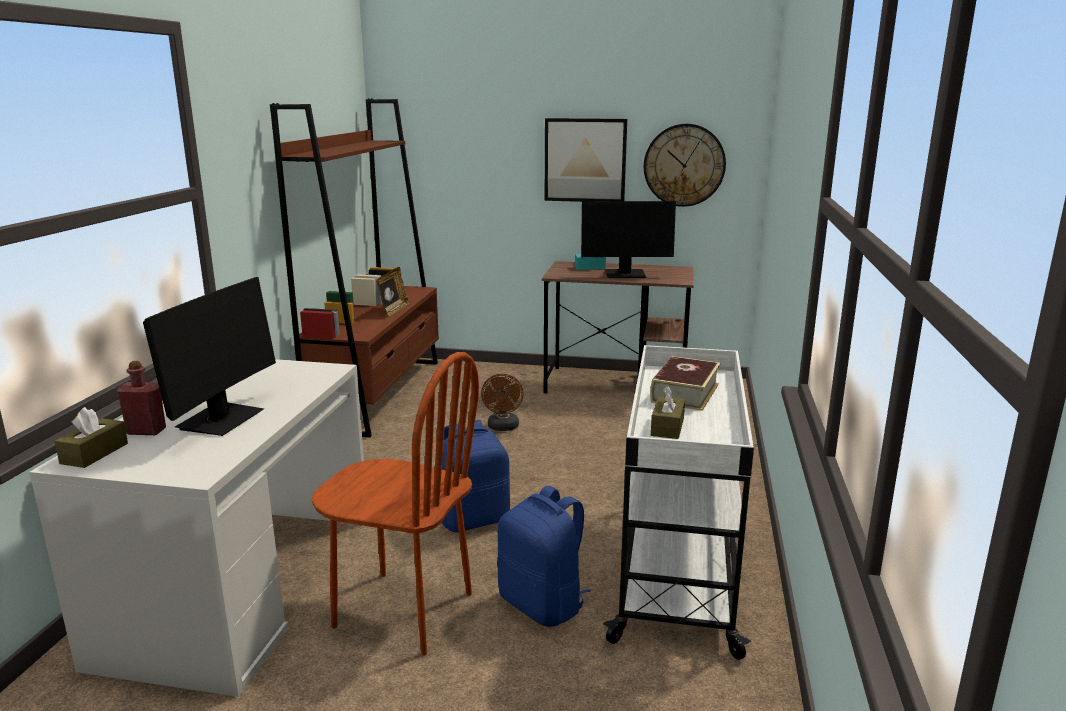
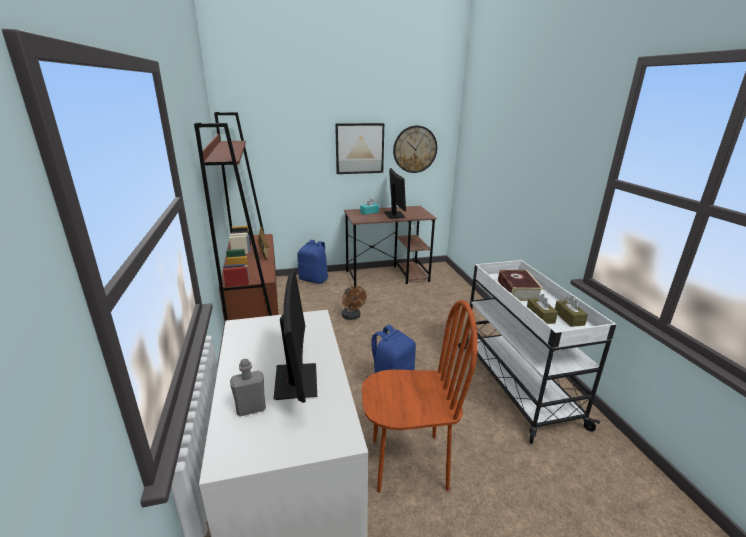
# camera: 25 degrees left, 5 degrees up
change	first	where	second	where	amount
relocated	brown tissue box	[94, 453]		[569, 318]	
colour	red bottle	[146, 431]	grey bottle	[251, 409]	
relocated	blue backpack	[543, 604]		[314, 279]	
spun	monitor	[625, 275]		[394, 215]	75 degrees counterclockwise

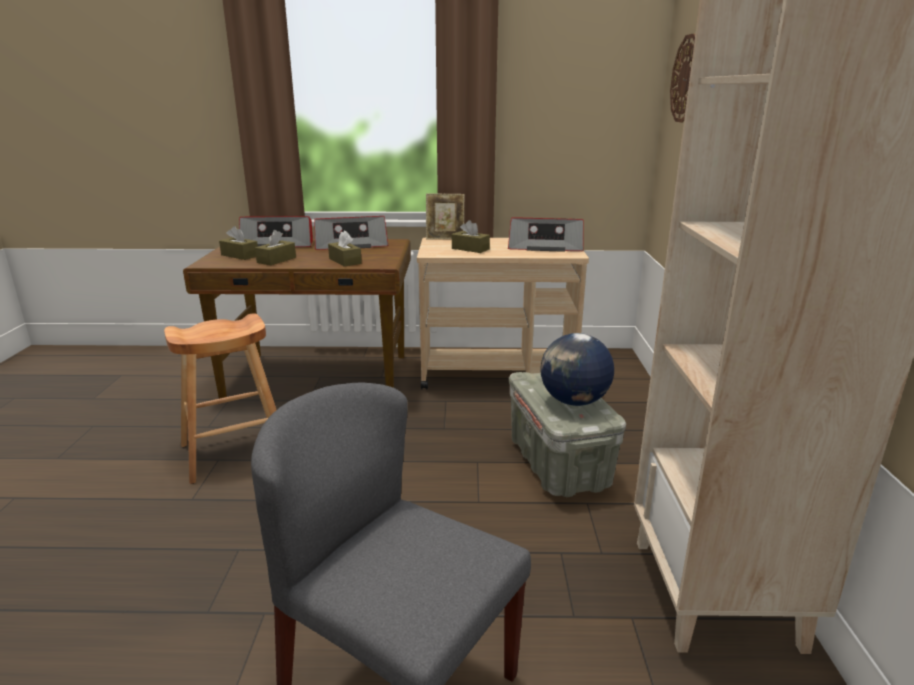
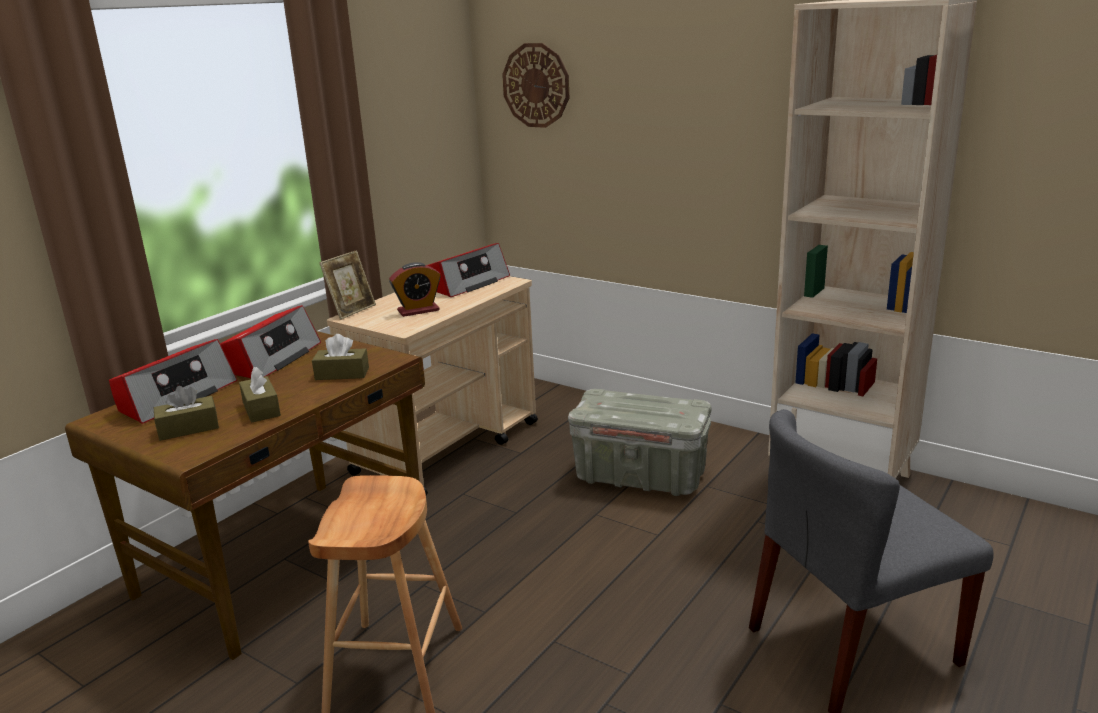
# camera: 55 degrees left, 0 degrees up
change	first	where	second	where	amount
exchanged	brown tissue box	[470, 249]	alarm clock	[418, 310]	
missing	globe	[574, 401]			

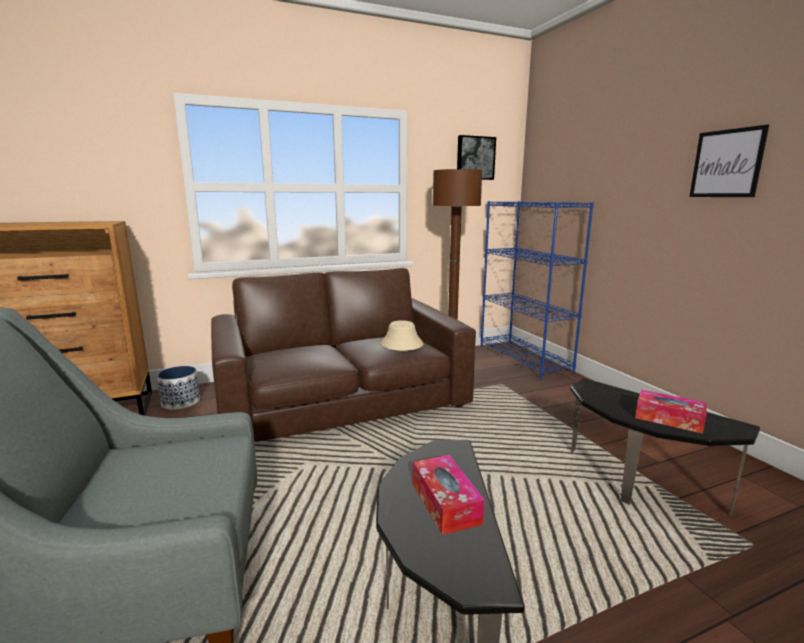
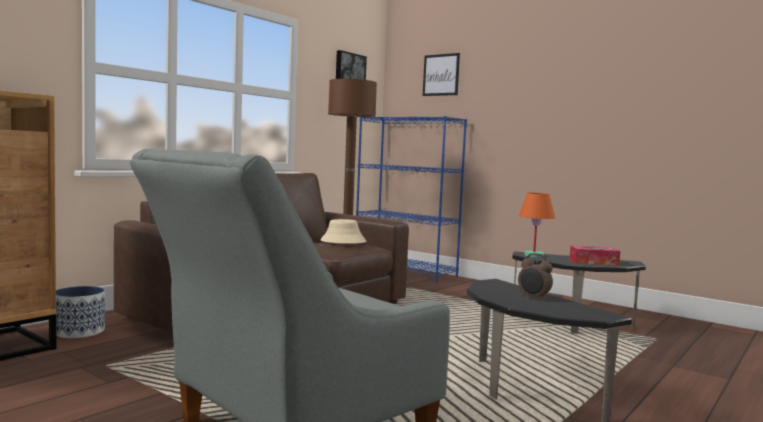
# camera: 30 degrees left, 10 degrees down
change	first	where	second	where	amount
exchanged	tissue box	[445, 503]	alarm clock	[533, 298]	
relocated	picture	[726, 163]		[441, 75]	
appeared			orange table lamp	[534, 255]	

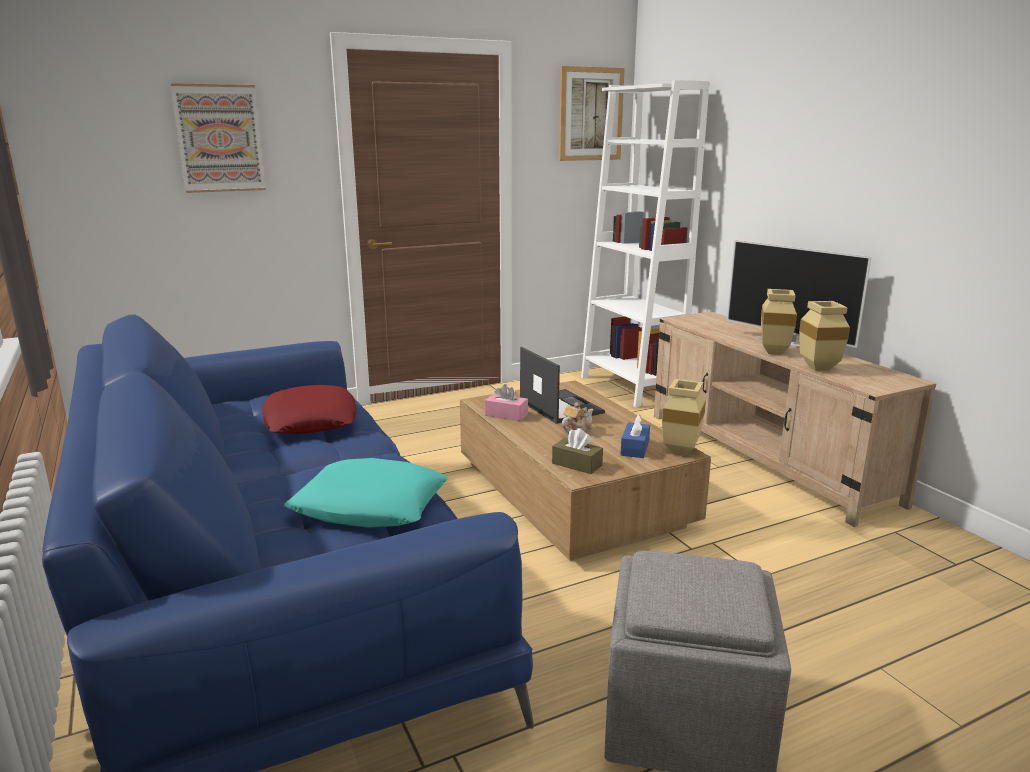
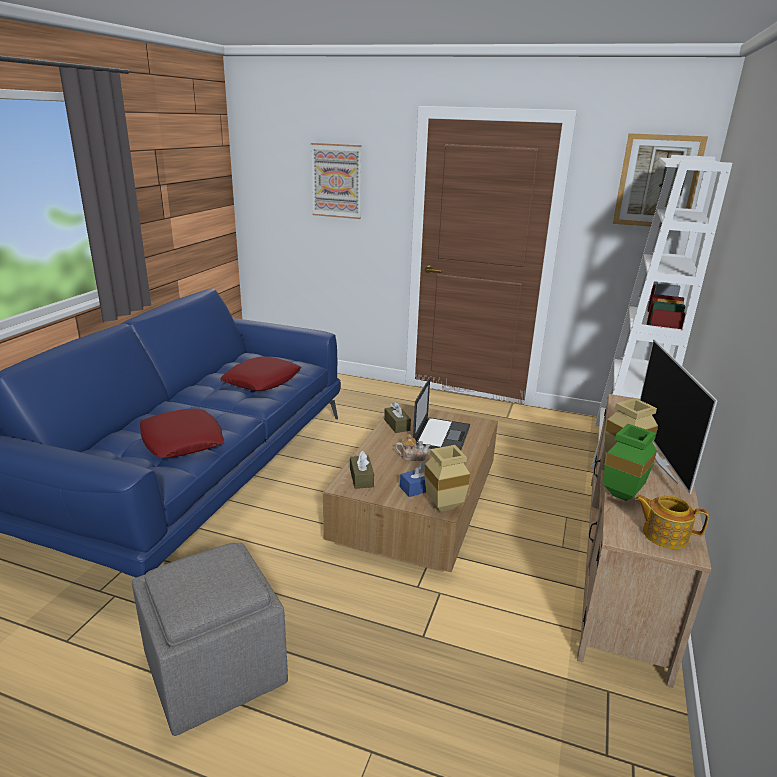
# camera: 45 degrees right, 5 degrees up
change	first	where	second	where	amount
colour	turquoise pillow	[369, 505]	red pillow	[181, 440]	
colour	pink tissue box	[506, 415]	brown tissue box	[397, 425]	
colour	beige vase	[820, 369]	green vase	[622, 496]	
appeared			teapot	[664, 535]	

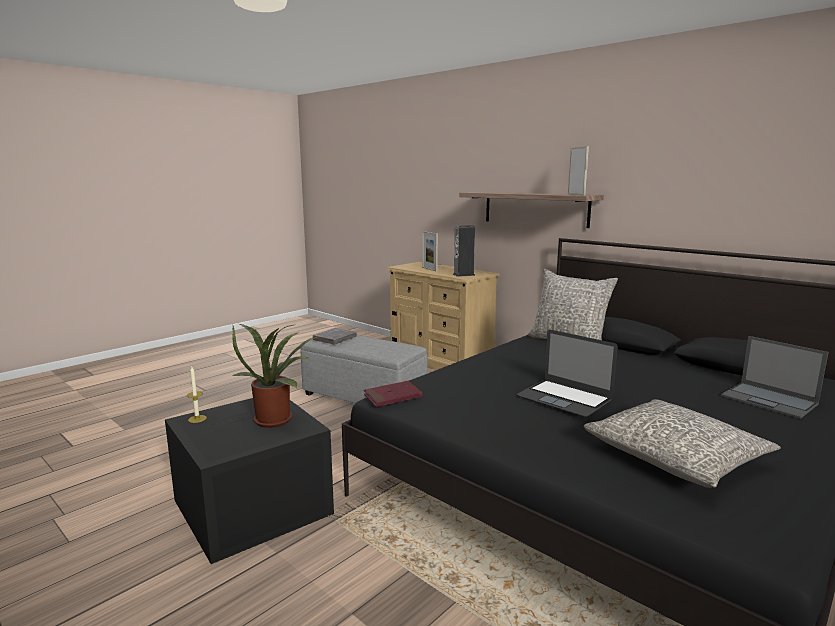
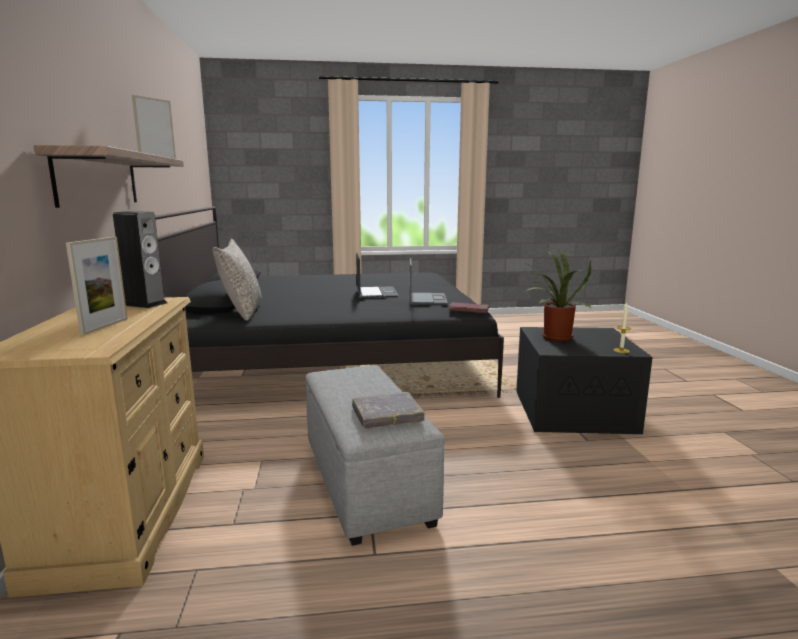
# camera: 140 degrees left, 0 degrees up
change	first	where	second	where	amount
missing	grey pillow	[676, 457]			
relocated	laptop	[770, 400]		[427, 299]	

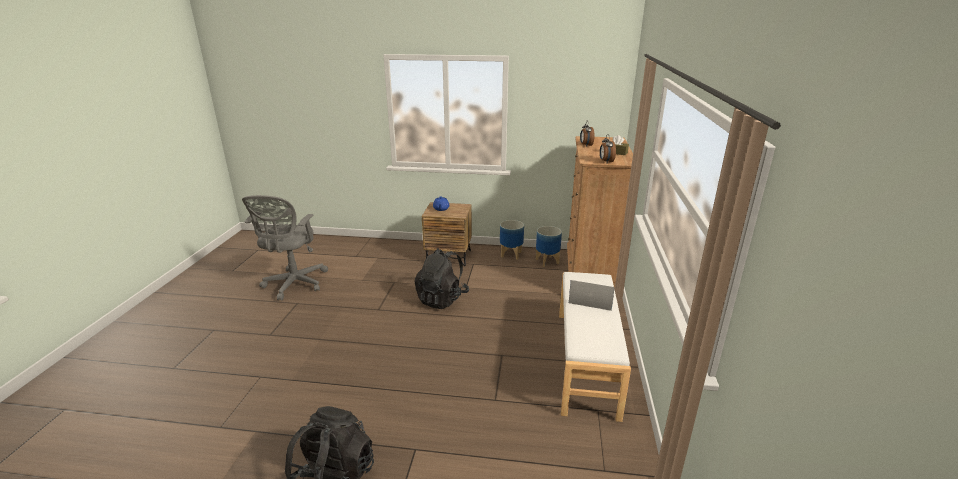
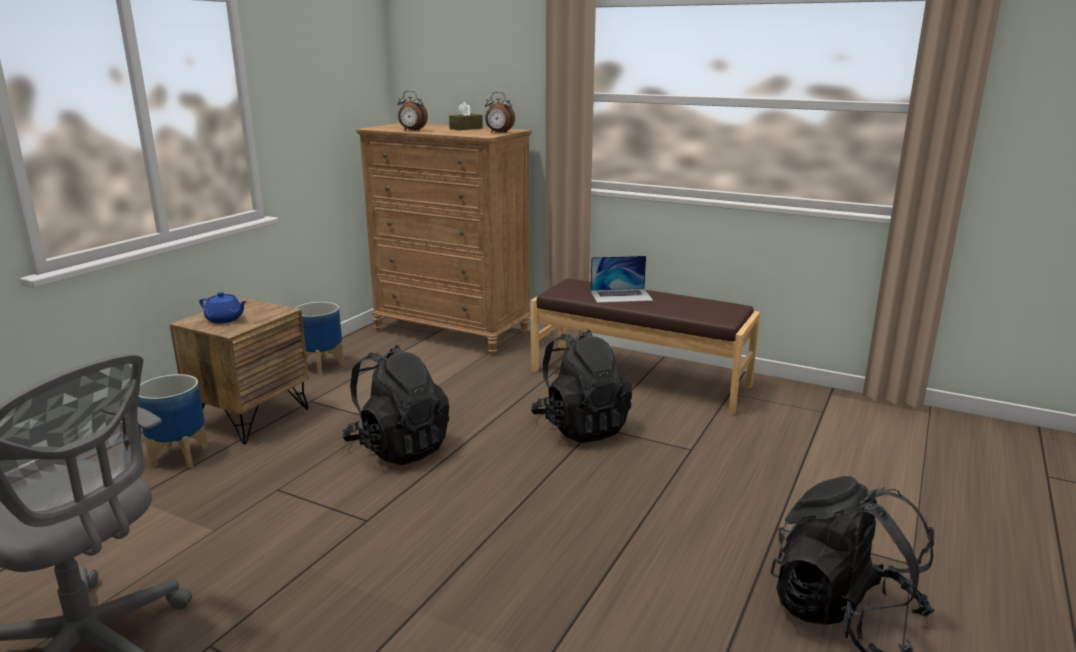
# camera: 70 degrees left, 5 degrees down
change	first	where	second	where	amount
relocated	planter	[547, 261]		[178, 457]	
colour	white bench	[587, 361]	brown bench	[639, 378]	
spun	laptop	[591, 299]		[621, 295]	135 degrees counterclockwise
appeared			black backpack	[581, 427]	

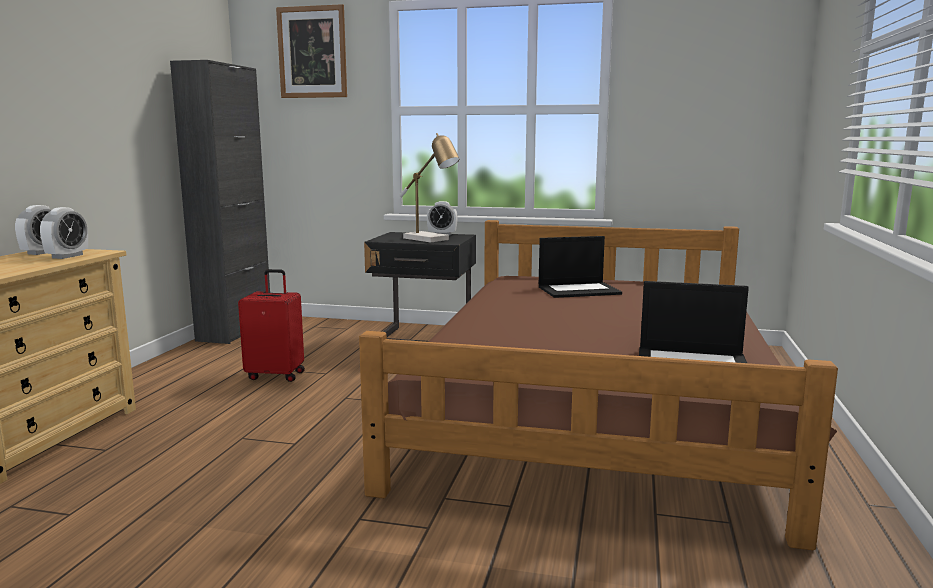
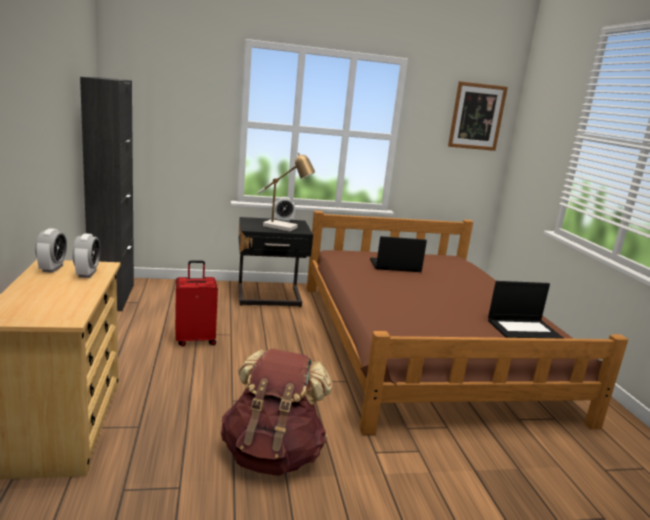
# camera: 25 degrees left, 5 degrees up
change	first	where	second	where	amount
relocated	picture	[312, 52]		[477, 116]	
spun	laptop	[579, 290]		[394, 266]	150 degrees counterclockwise
appeared			brown backpack	[273, 454]	

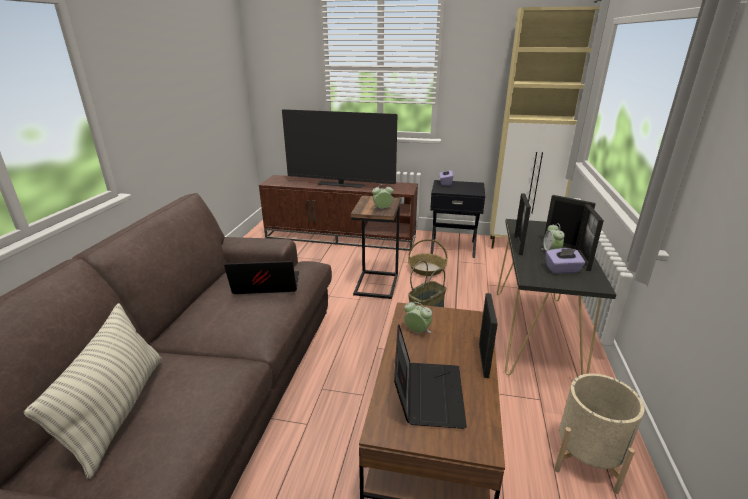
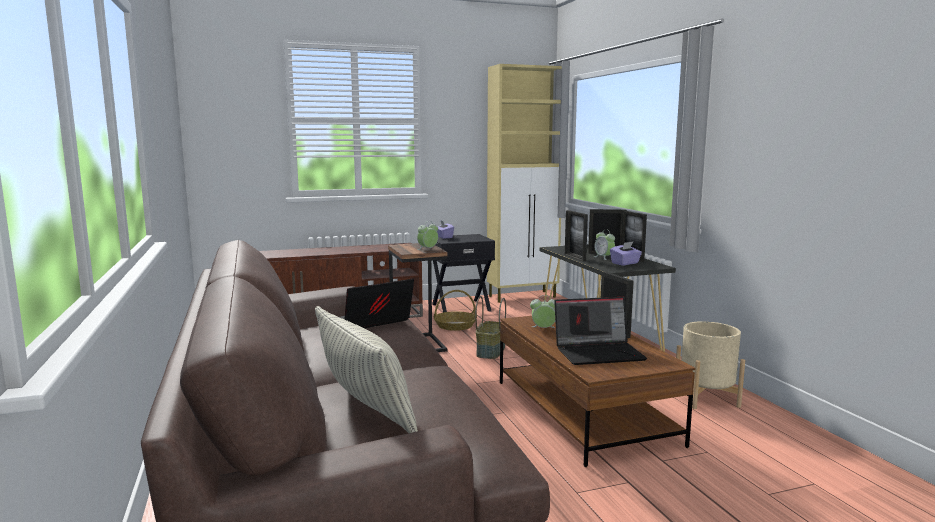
# camera: 30 degrees left, 15 degrees down
change	first	where	second	where	amount
missing	television	[340, 185]			
spun	laptop	[427, 393]		[599, 352]	105 degrees clockwise

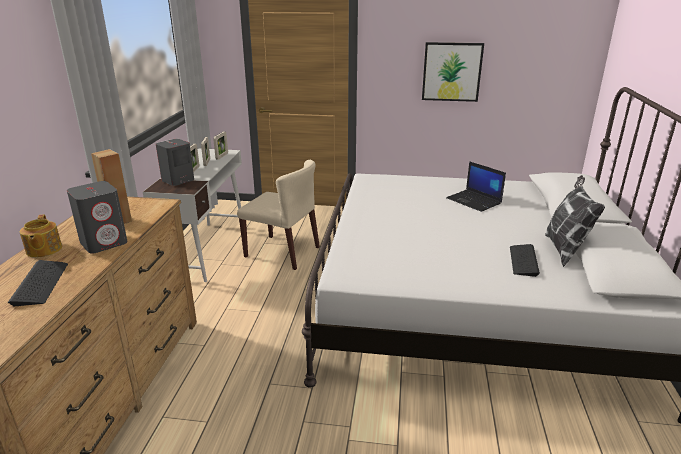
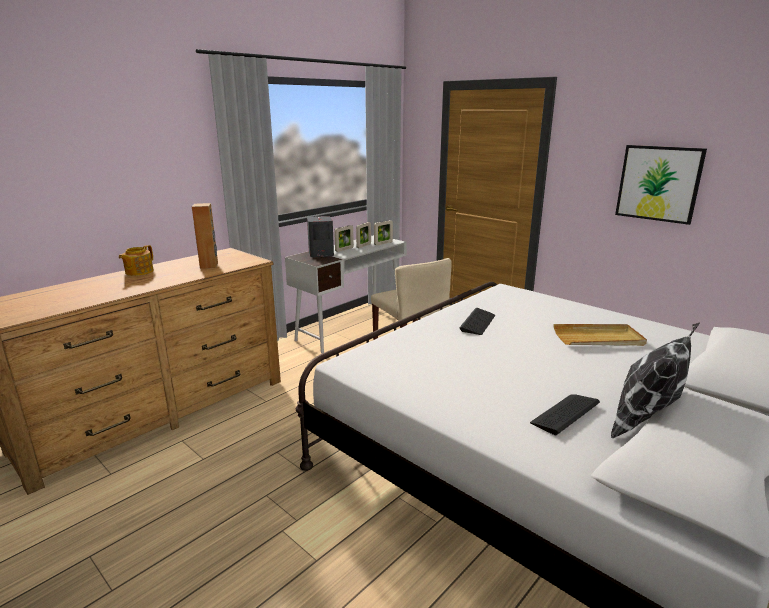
# camera: 35 degrees right, 5 degrees down
change	first	where	second	where	amount
relocated	keyboard	[40, 283]		[477, 322]	
missing	grey speaker	[104, 242]			
exchanged	laptop	[474, 201]	beige tray	[598, 338]	

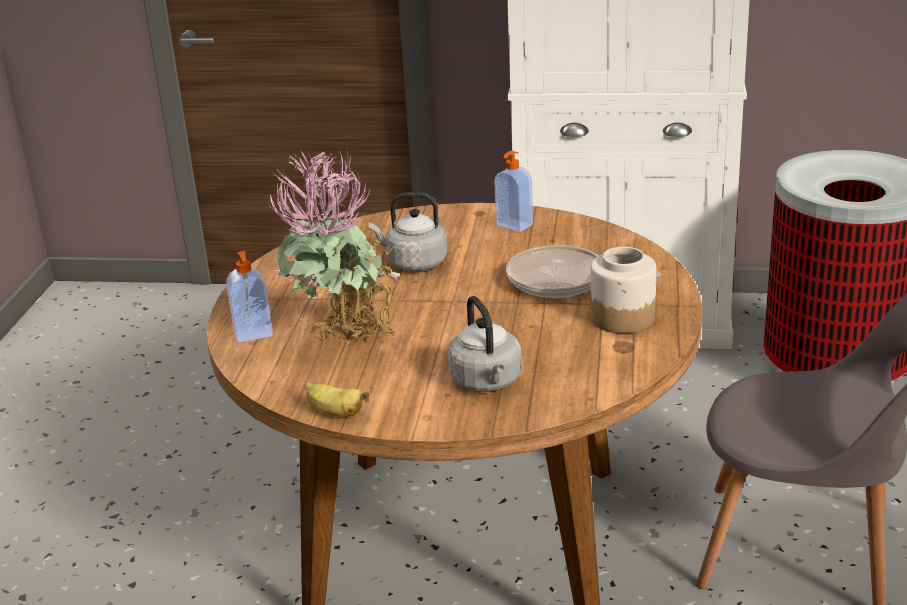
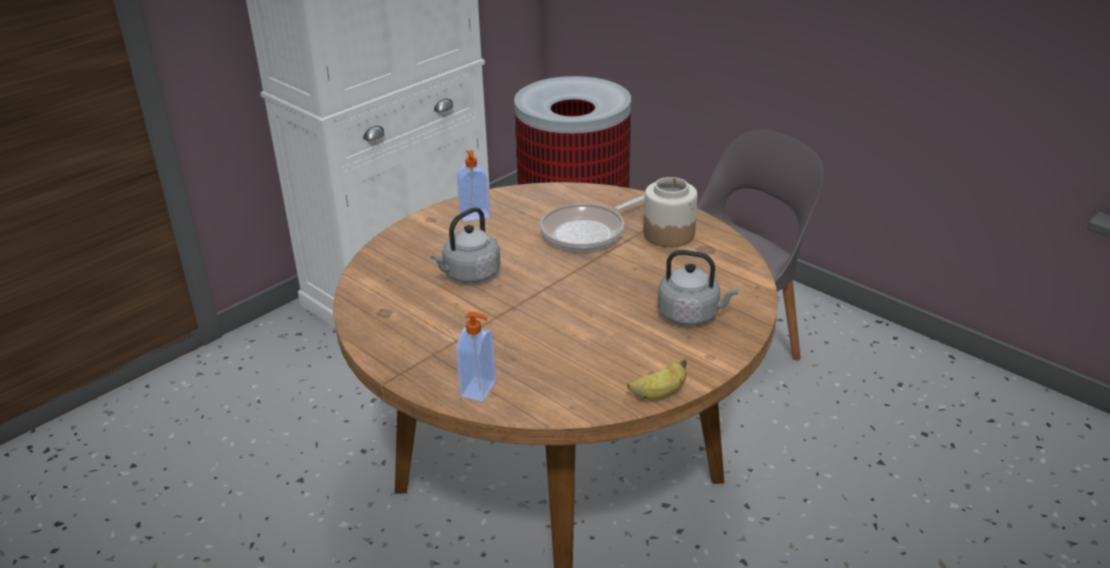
# camera: 55 degrees left, 5 degrees up
change	first	where	second	where	amount
missing	potted plant	[346, 343]			

